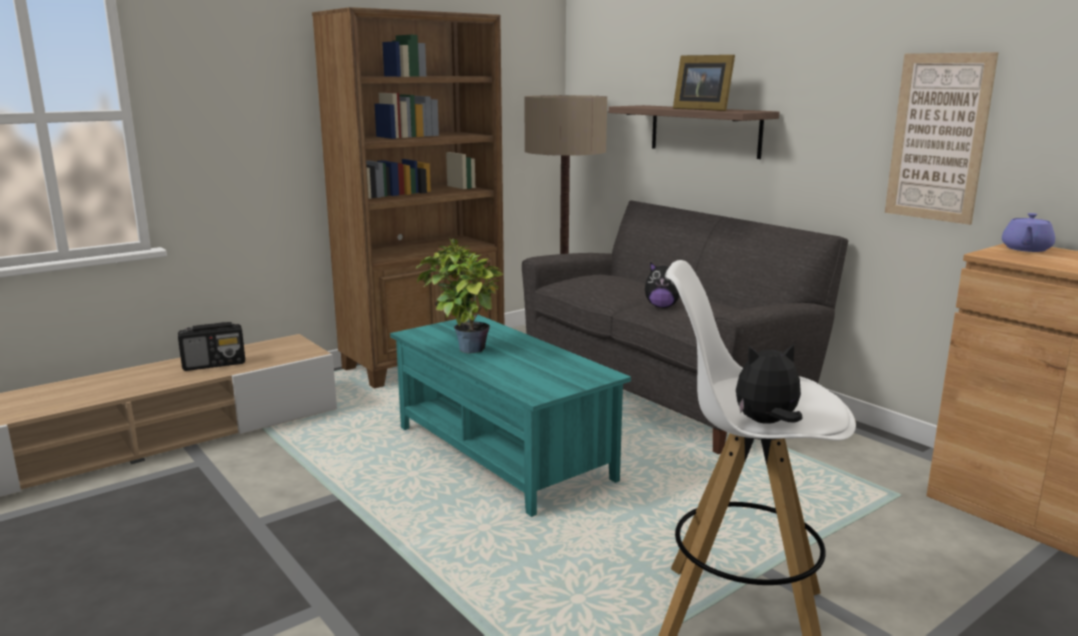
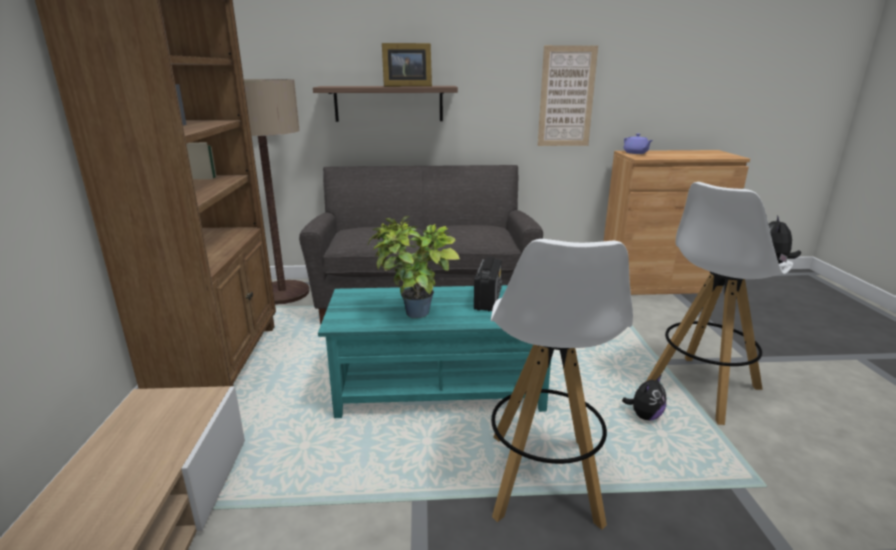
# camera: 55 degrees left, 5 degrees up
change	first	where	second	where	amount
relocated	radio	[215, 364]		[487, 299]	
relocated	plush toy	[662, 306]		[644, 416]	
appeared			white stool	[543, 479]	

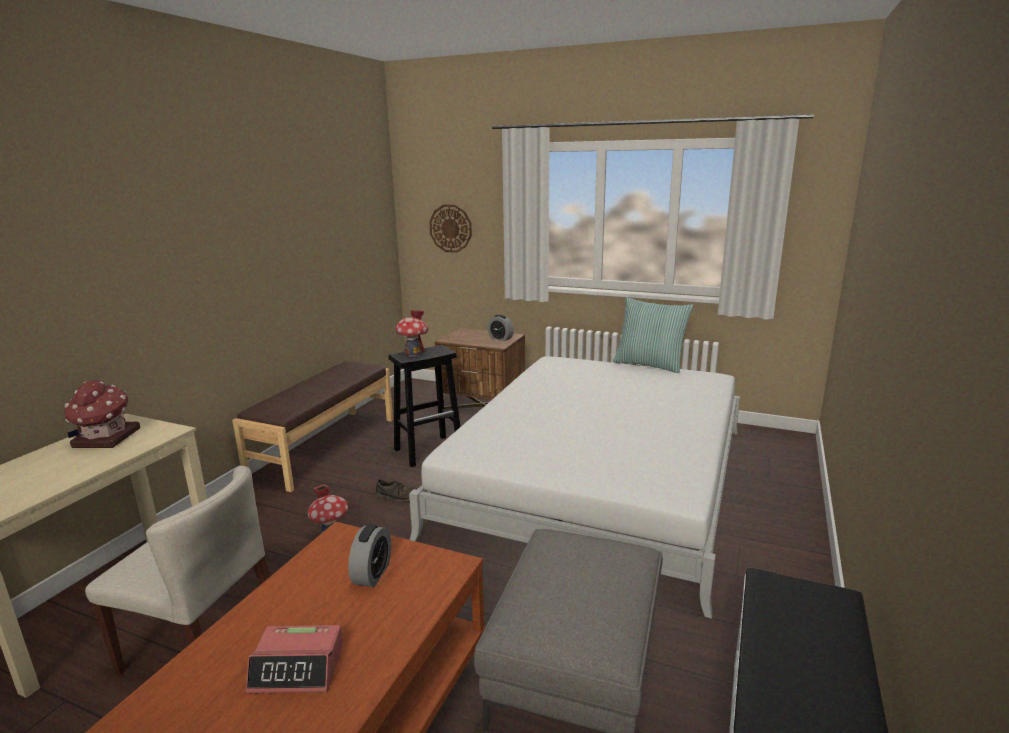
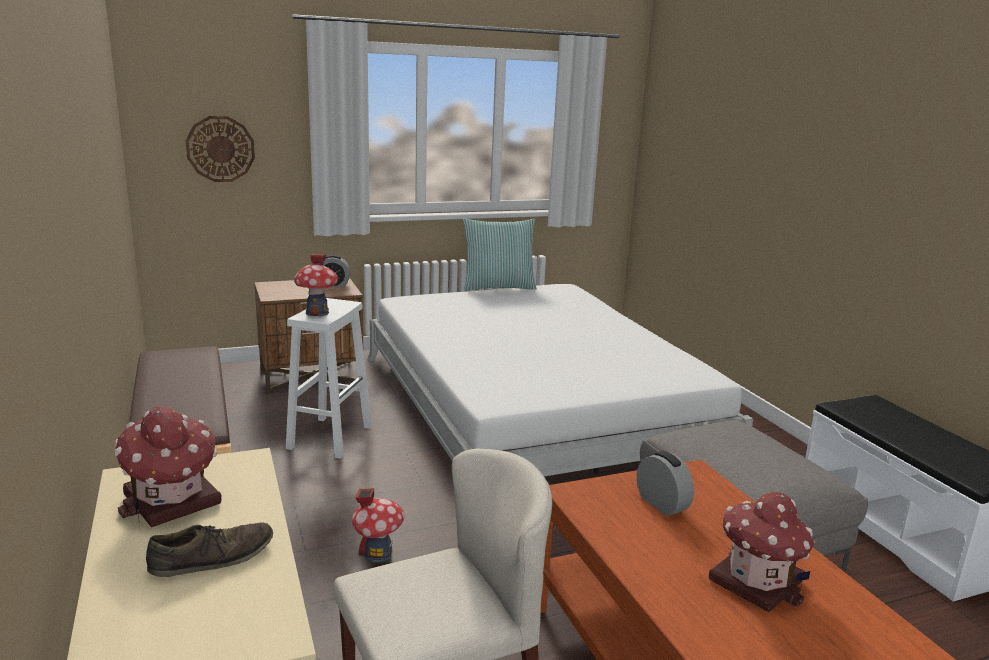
# camera: 45 degrees left, 0 degrees up
change	first	where	second	where	amount
exchanged	alarm clock	[298, 668]	toy house	[757, 580]	
relocated	brown shoe	[399, 496]		[213, 557]	
colour	black stool	[429, 450]	white stool	[330, 436]	

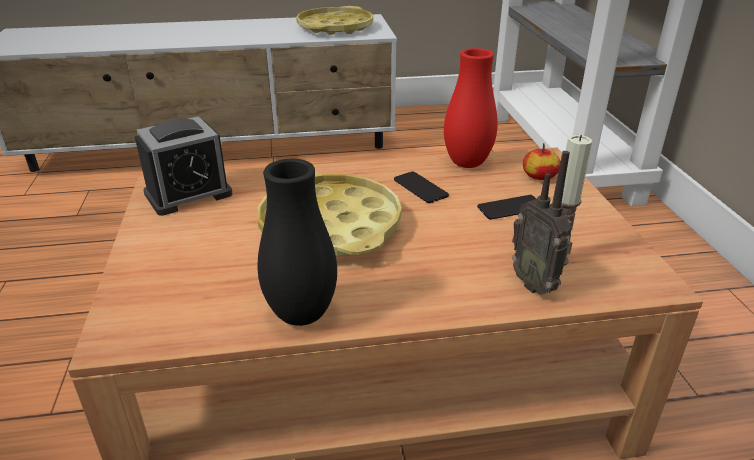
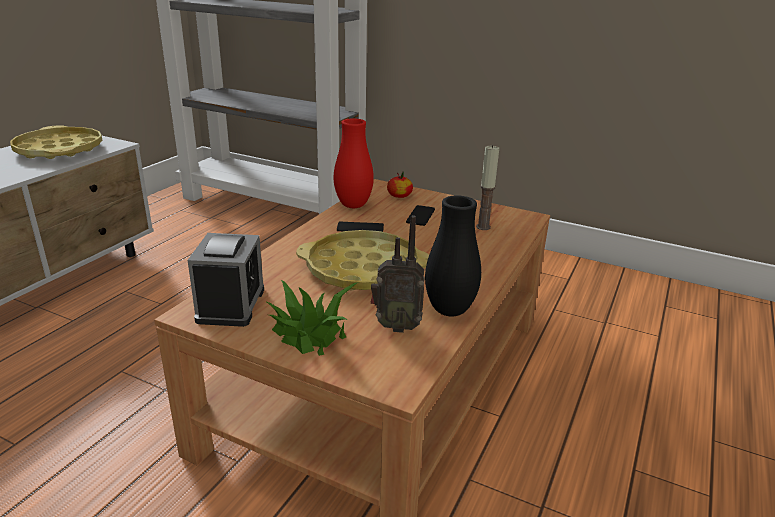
# camera: 55 degrees left, 5 degrees down
change	first	where	second	where	amount
relocated	radio	[535, 284]		[396, 326]	
appeared			potted plant	[310, 333]	

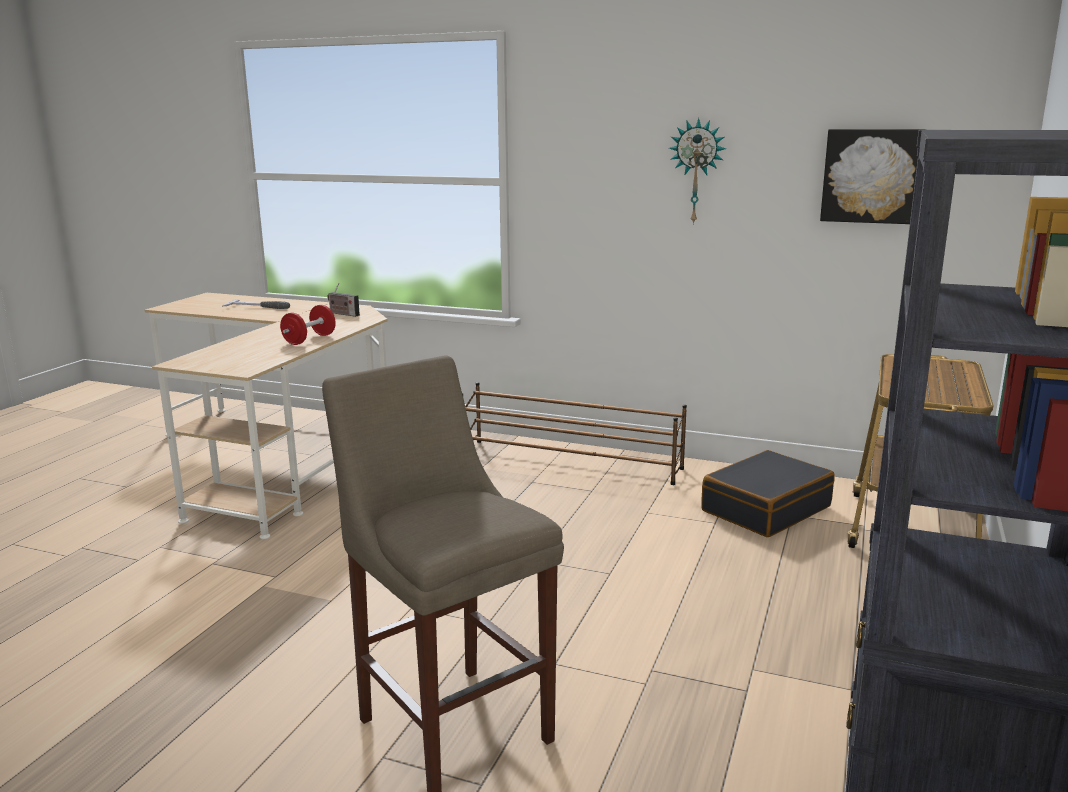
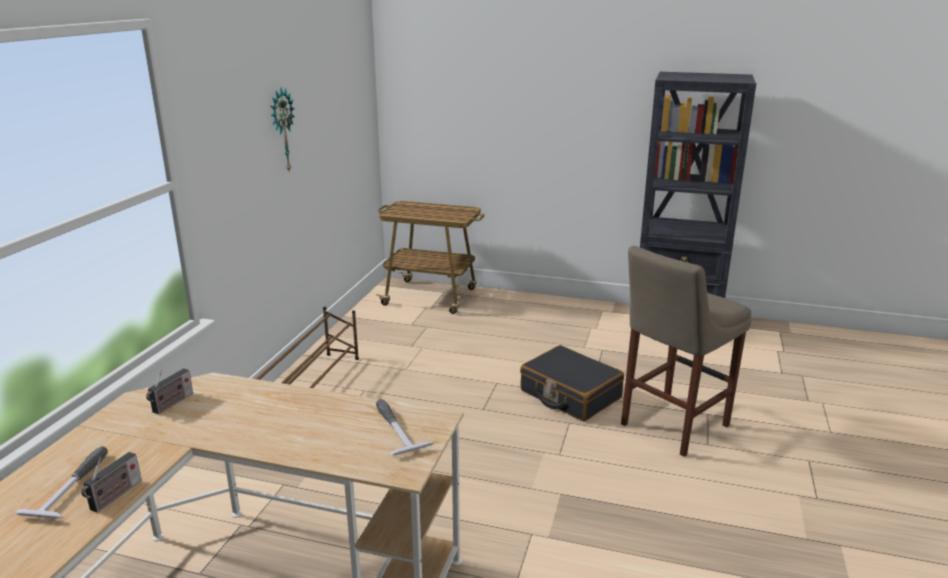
# camera: 95 degrees left, 5 degrees up
change	first	where	second	where	amount
missing	red dumbbell	[309, 339]			
relocated	black suitcase	[765, 509]		[570, 394]	
missing	picture	[871, 176]			
appeared			radio	[114, 496]	
appeared			hammer	[396, 428]	

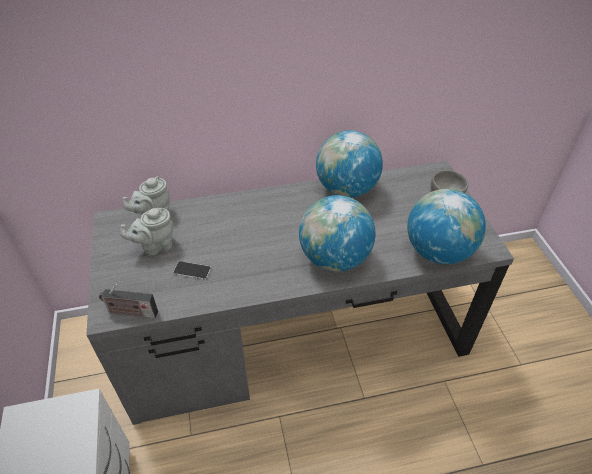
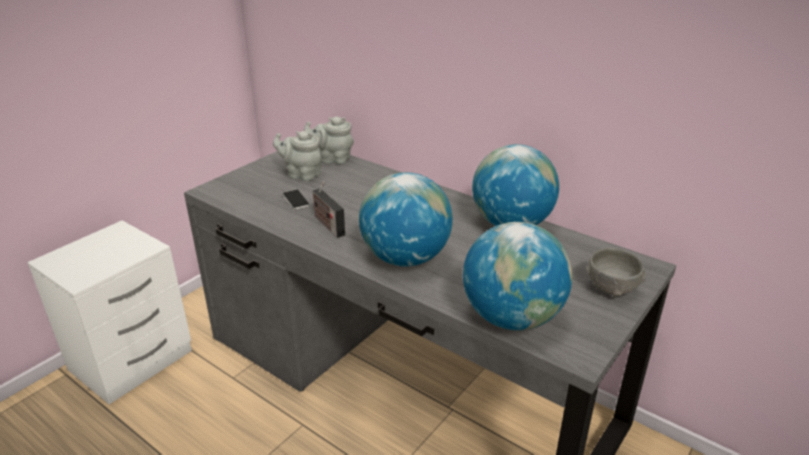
# camera: 50 degrees right, 15 degrees down
change	first	where	second	where	amount
relocated	radio	[130, 312]		[327, 224]	

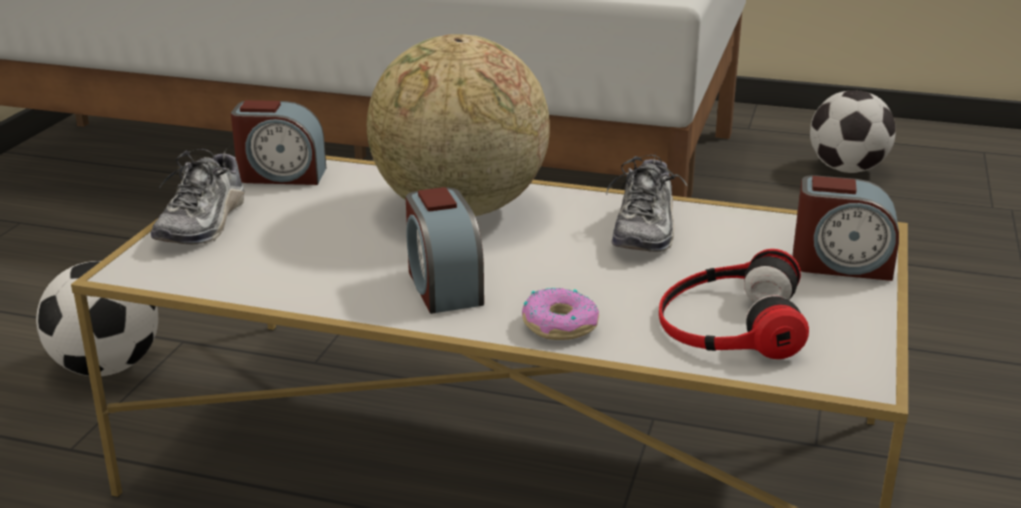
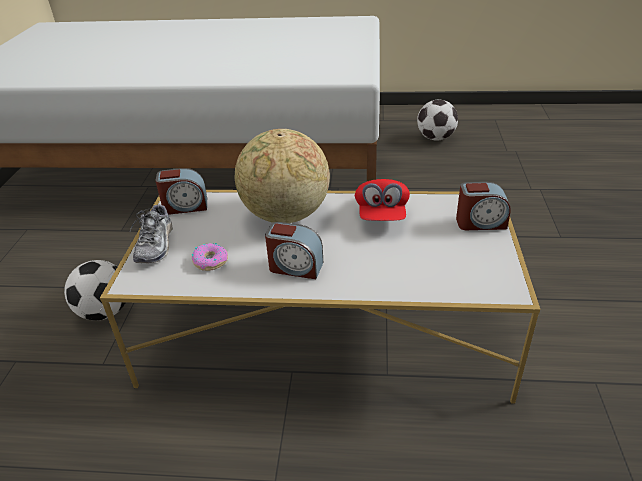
# camera: 10 degrees left, 10 degrees up
change	first	where	second	where	amount
spun	alarm clock	[443, 286]		[295, 267]	45 degrees counterclockwise
relocated	donut	[560, 324]		[210, 261]	
exchanged	shoe	[645, 229]	red cap	[381, 215]	
missing	headphones	[729, 322]			

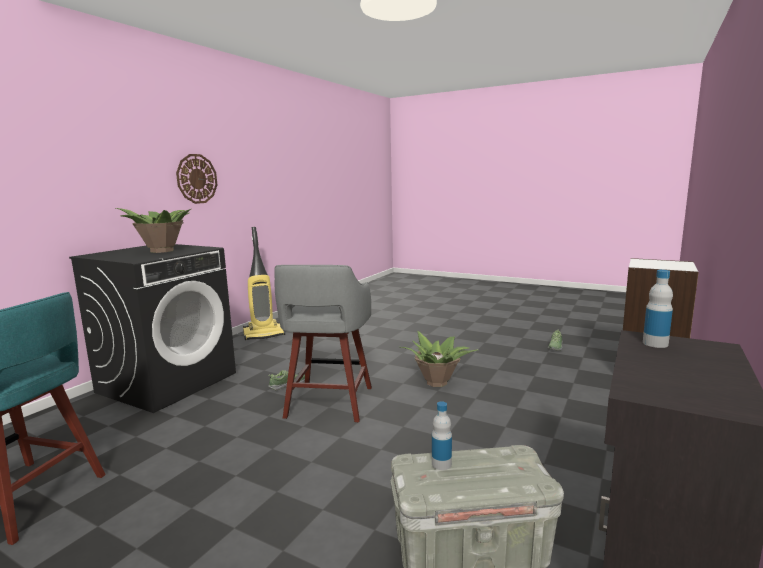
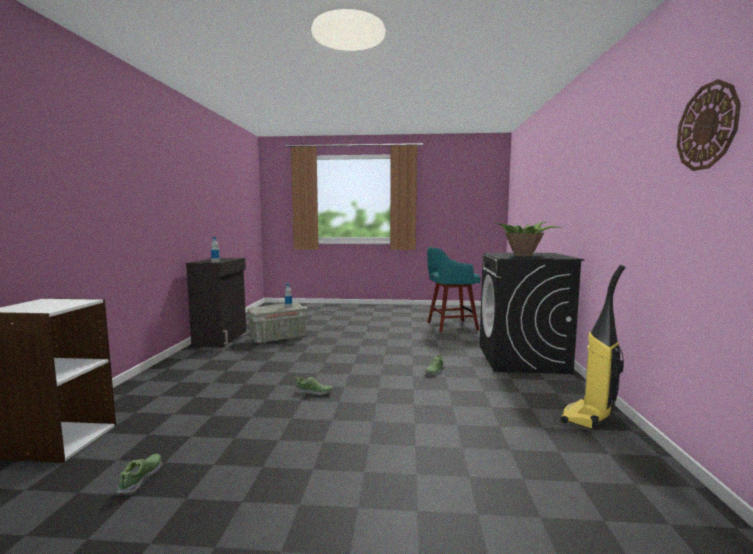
# camera: 155 degrees right, 5 degrees down
change	first	where	second	where	amount
relocated	wall clock	[196, 179]		[707, 126]	
missing	grey stool	[328, 403]			
exchanged	potted plant	[437, 382]	shoe	[314, 392]	

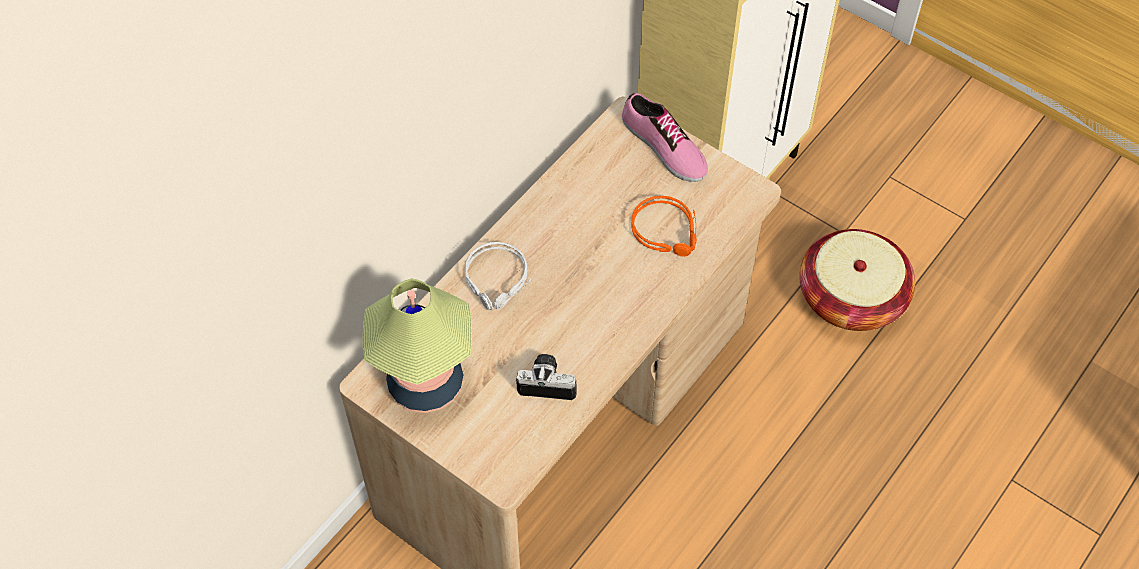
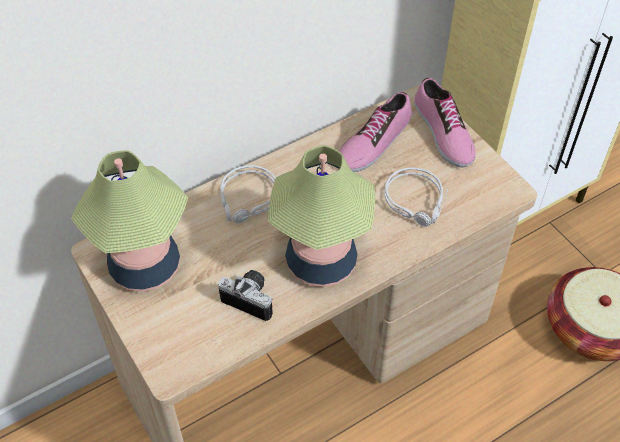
# camera: 20 degrees right, 5 degrees down
change	first	where	second	where	amount
colour	orange headphones	[667, 231]	grey headphones	[417, 201]	
appeared			table lamp	[321, 261]	
appeared			shoe	[373, 142]	

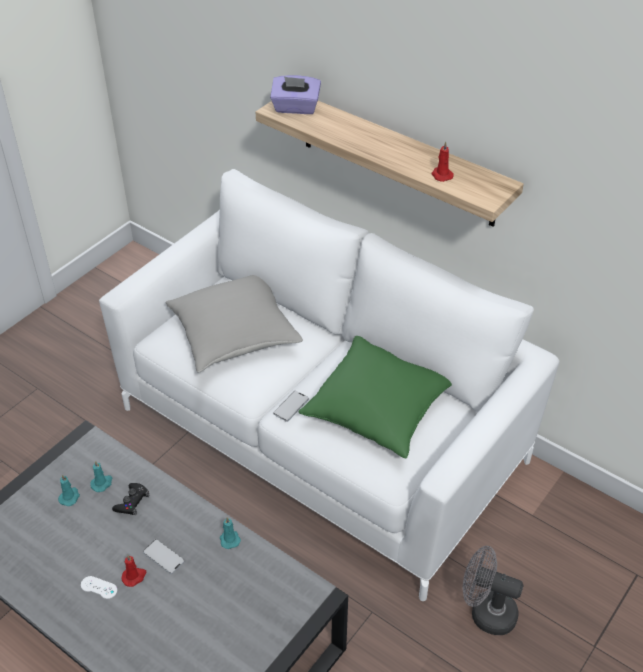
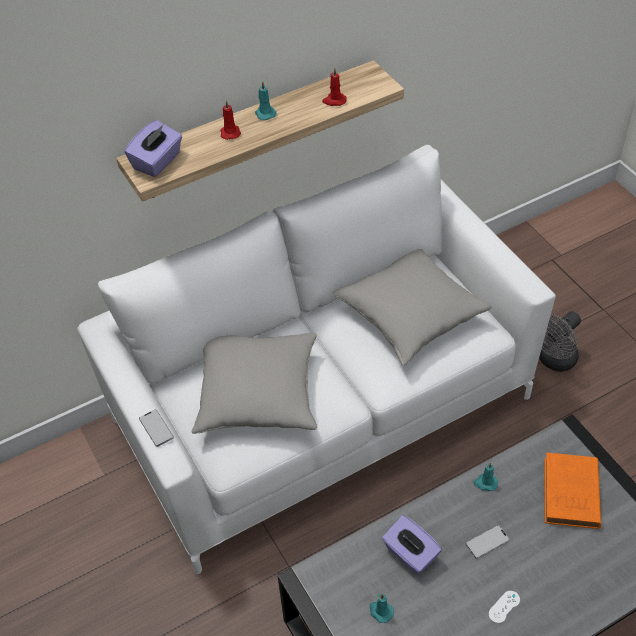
# camera: 65 degrees left, 5 degrees up
change	first	where	second	where	amount
relocated	turquoise candle	[102, 483]		[265, 113]	
exchanged	black game controller	[132, 502]	purple tissue box	[410, 554]	
relocated	red candle	[134, 576]		[230, 132]	
relocated	phone	[291, 406]		[156, 428]	
colour	green pillow	[378, 408]	grey pillow	[410, 314]	
appeared			orange book	[571, 495]	

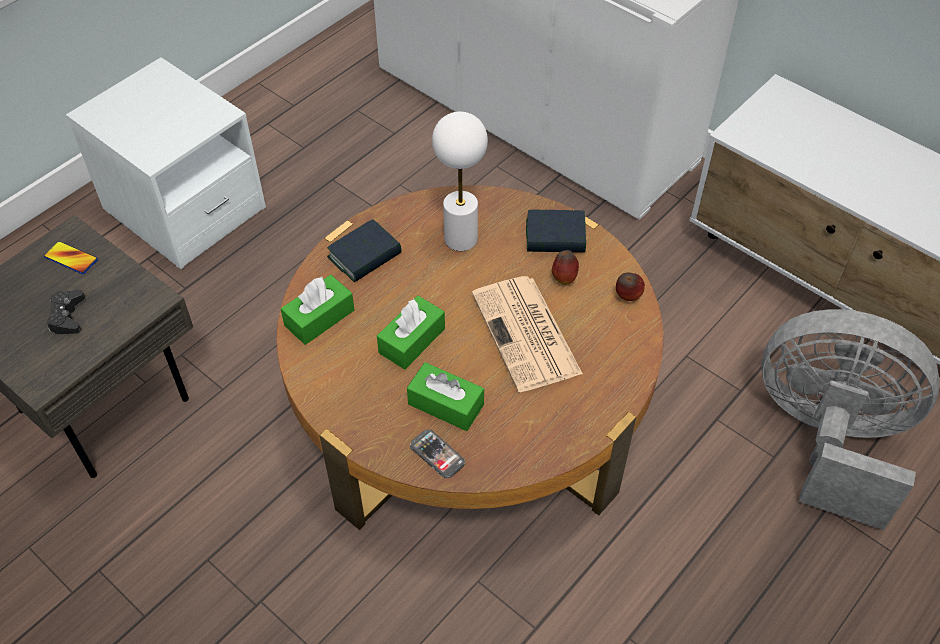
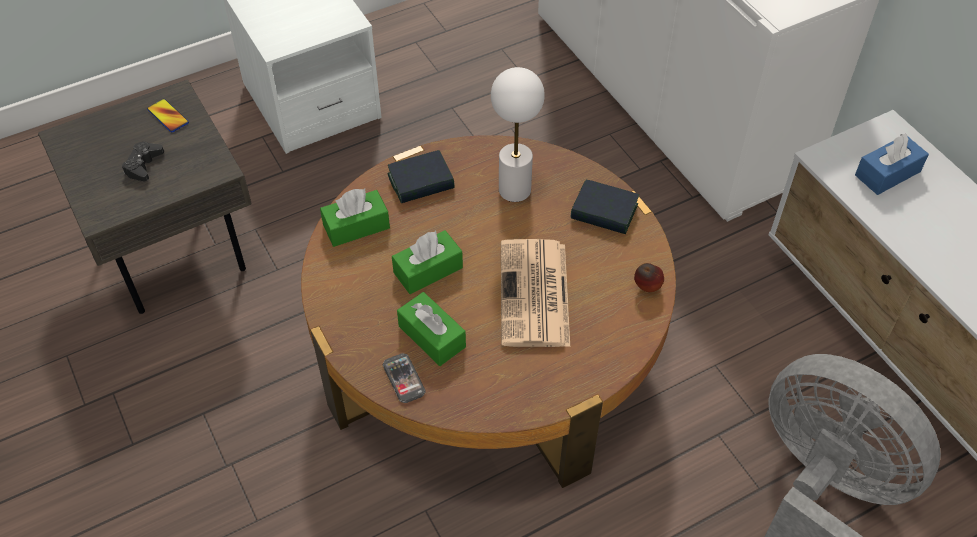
# camera: 20 degrees right, 0 degrees up
change	first	where	second	where	amount
missing	apple	[564, 278]			
appeared			blue tissue box	[887, 173]	

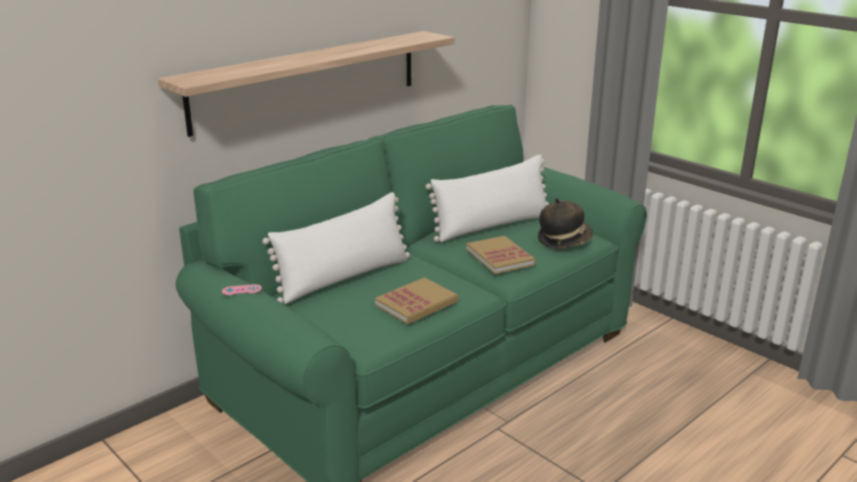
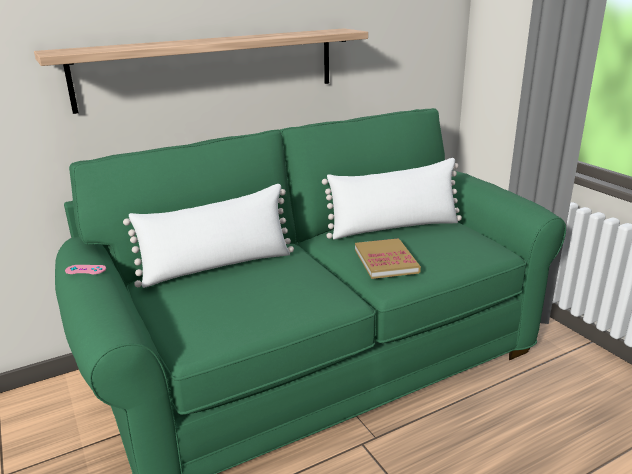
# camera: 15 degrees right, 0 degrees up
change	first	where	second	where	amount
missing	book	[416, 304]			
missing	hat	[564, 240]			

